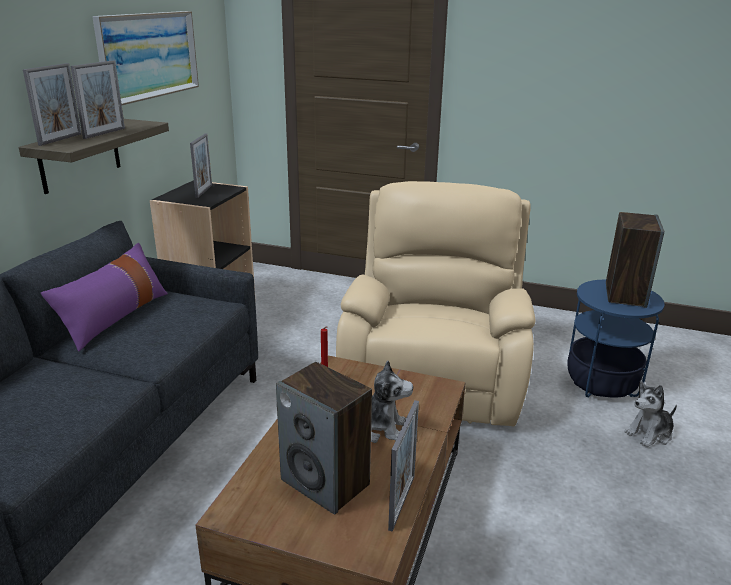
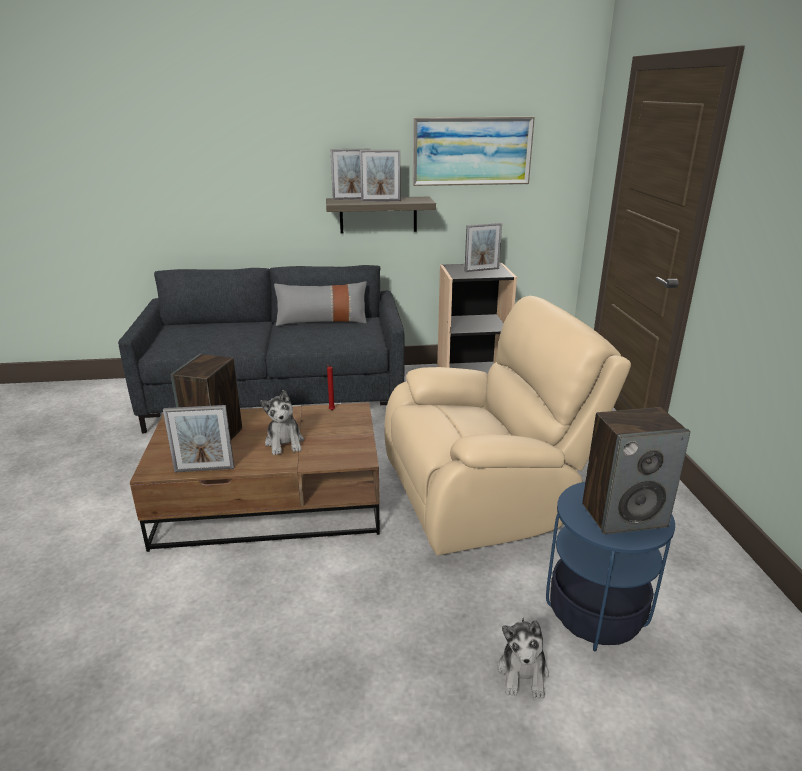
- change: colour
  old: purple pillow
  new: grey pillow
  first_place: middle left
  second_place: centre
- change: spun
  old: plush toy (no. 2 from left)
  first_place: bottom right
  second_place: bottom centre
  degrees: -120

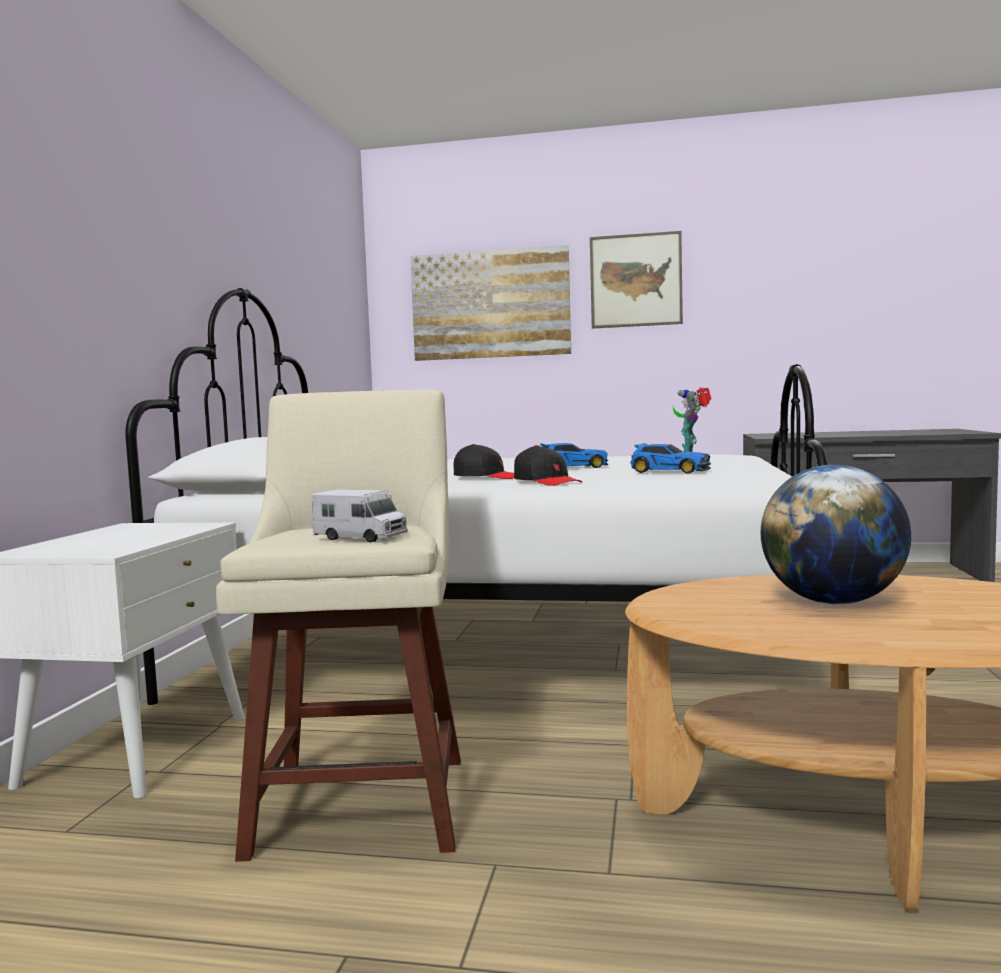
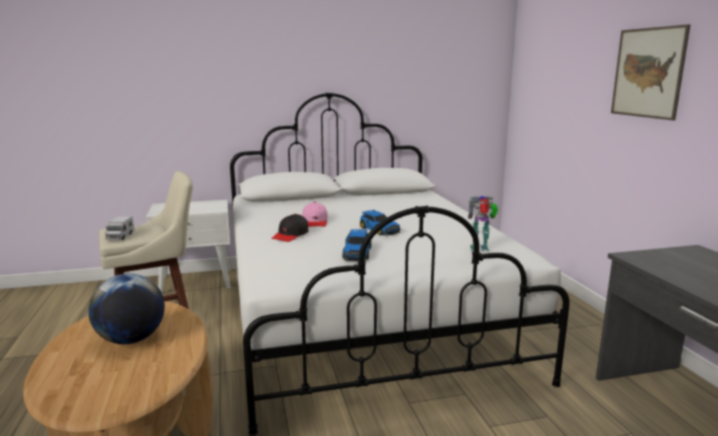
- change: missing
  old: picture (no. 1 from left)
  first_place: top centre
- change: colour
  old: black cap (no. 1 from left)
  new: pink cap
  first_place: centre
  second_place: centre

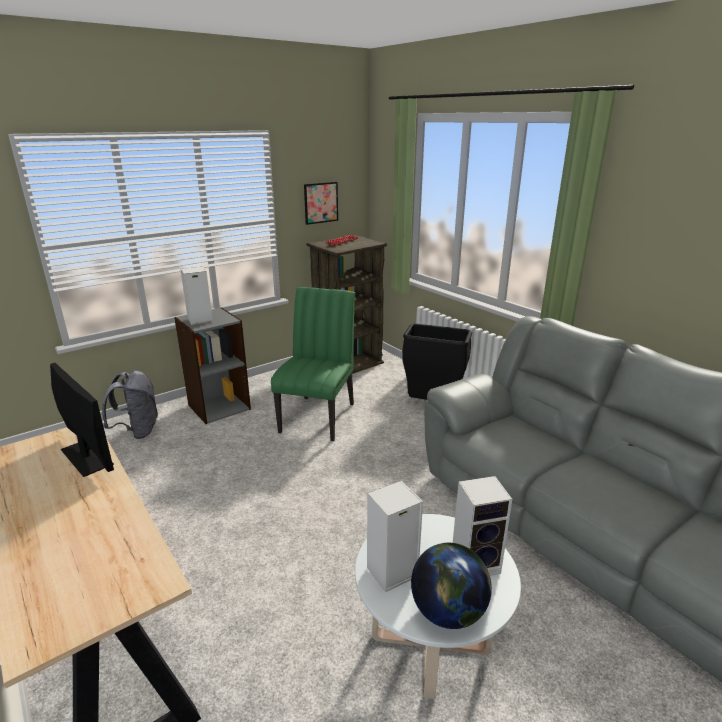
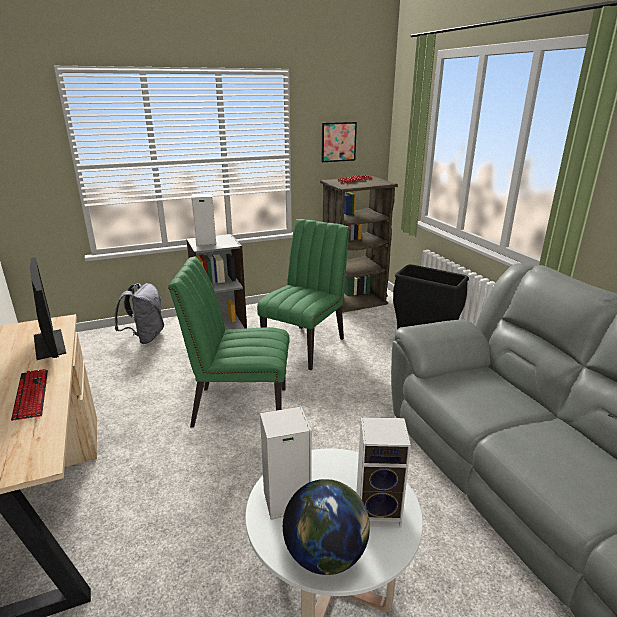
- change: appeared
  new: keyboard (no. 1 from left)
  second_place: middle left
- change: appeared
  new: green chair (no. 1 from left)
  second_place: centre

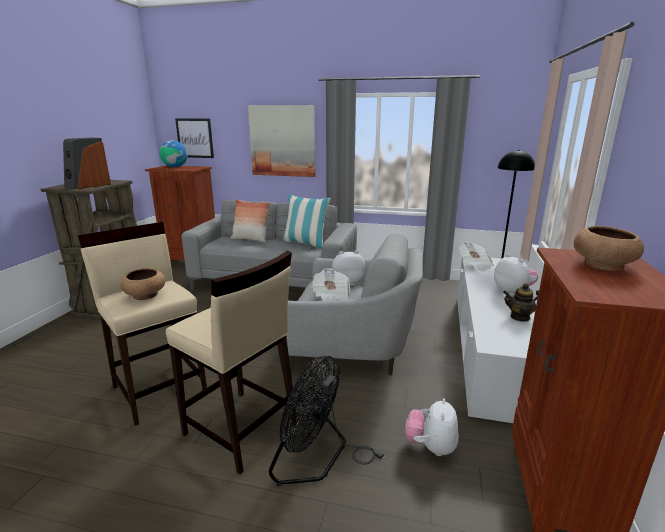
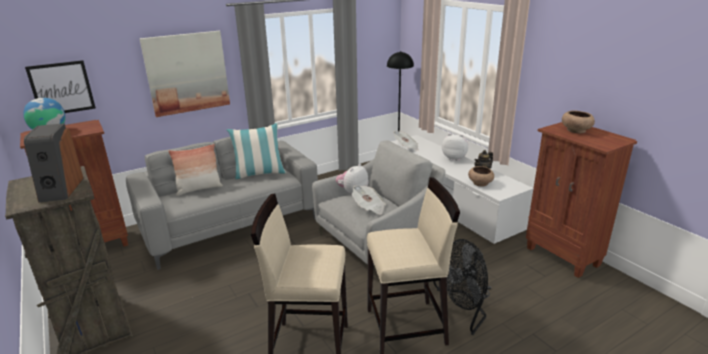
- change: missing
  old: plush toy (no. 2 from left)
  first_place: bottom centre
- change: relocated
  old: brown bowl (no. 1 from left)
  first_place: middle left
  second_place: middle right

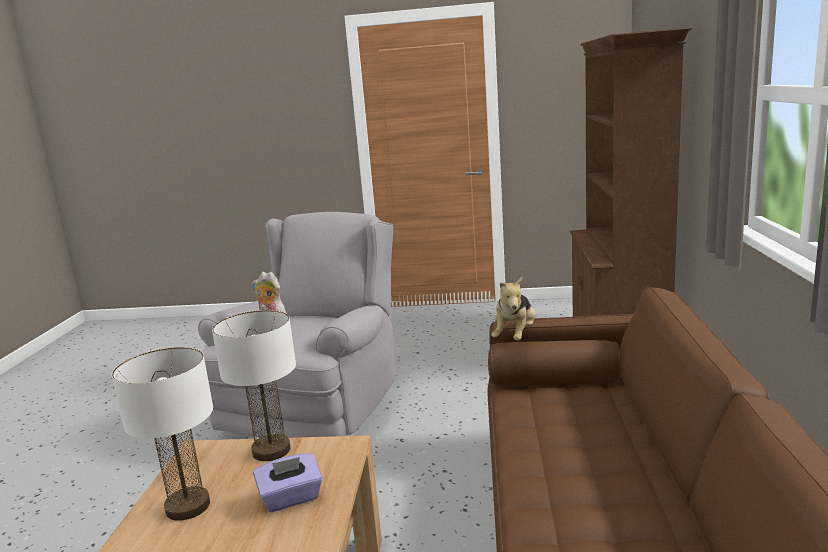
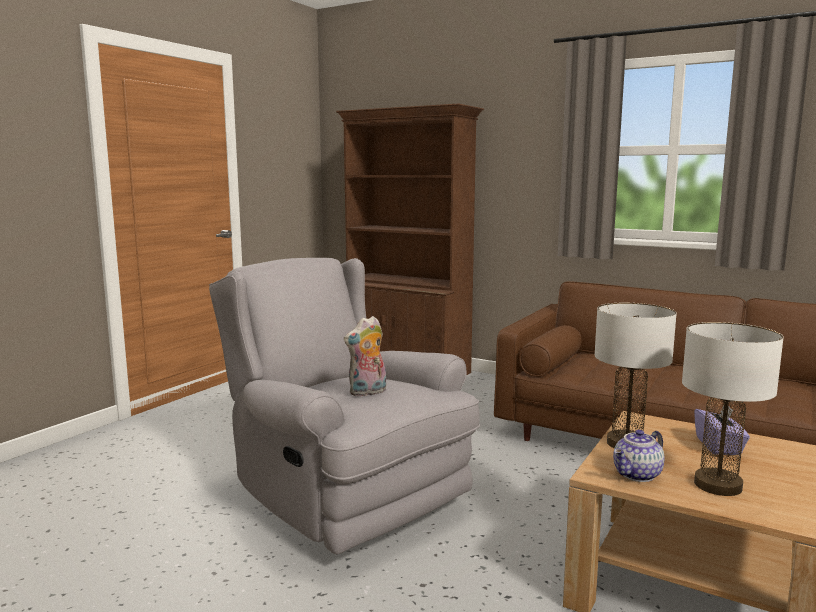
- change: missing
  old: plush toy (no. 2 from left)
  first_place: centre
- change: appeared
  new: teapot
  second_place: bottom right

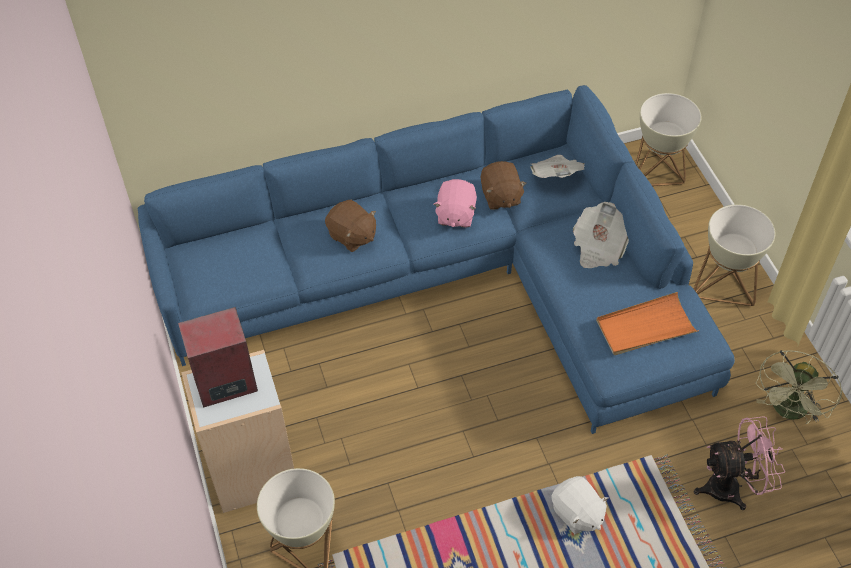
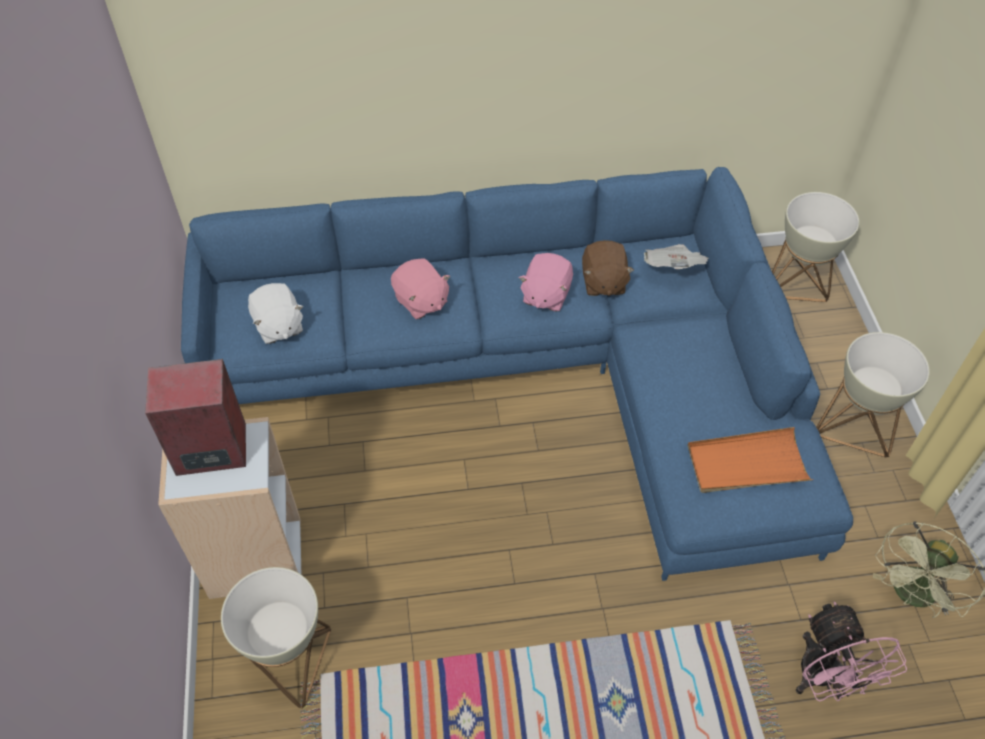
- change: missing
  old: newspaper (no. 2 from left)
  first_place: middle right
- change: relocated
  old: white plush toy
  first_place: bottom right
  second_place: middle left
- change: colour
  old: brown plush toy (no. 1 from left)
  new: pink plush toy (no. 1 from left)
  first_place: centre
  second_place: centre
- change: spun
  old: pink fan
  first_place: bottom right
  second_place: bottom right
  degrees: 75

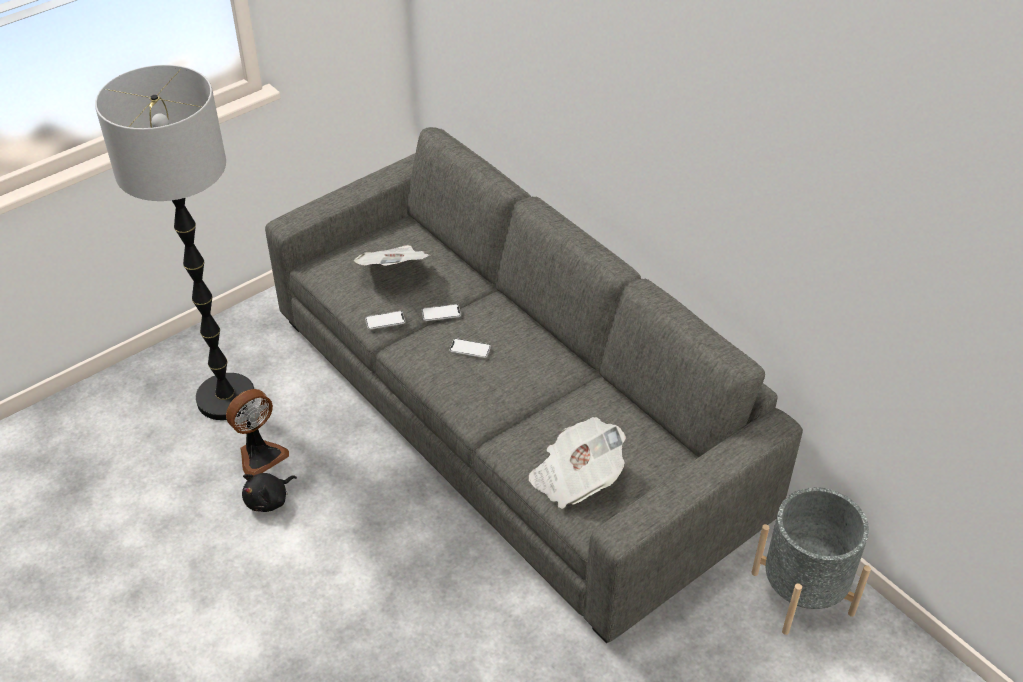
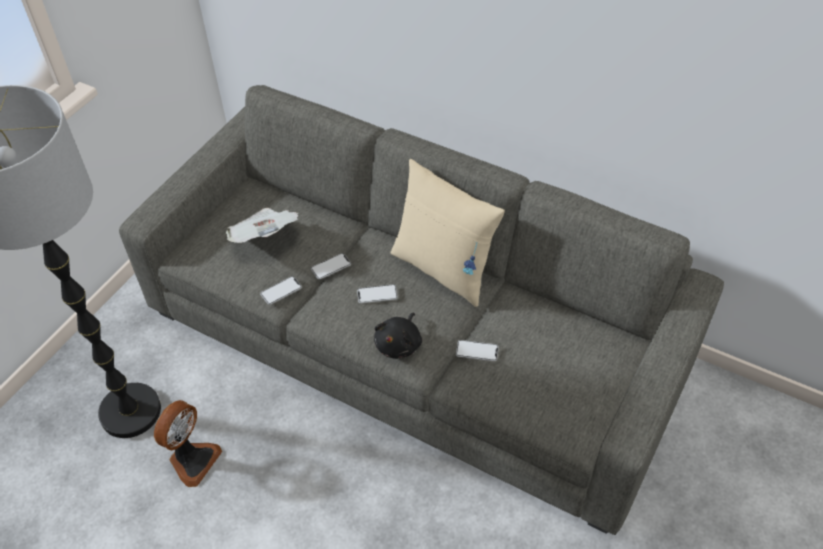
- change: missing
  old: newspaper (no. 2 from left)
  first_place: bottom centre
- change: missing
  old: grey planter
  first_place: bottom right
- change: appeared
  new: beige pillow
  second_place: centre
- change: appeared
  new: phone (no. 4 from left)
  second_place: centre
- change: relocated
  old: black plush toy
  first_place: bottom left
  second_place: centre

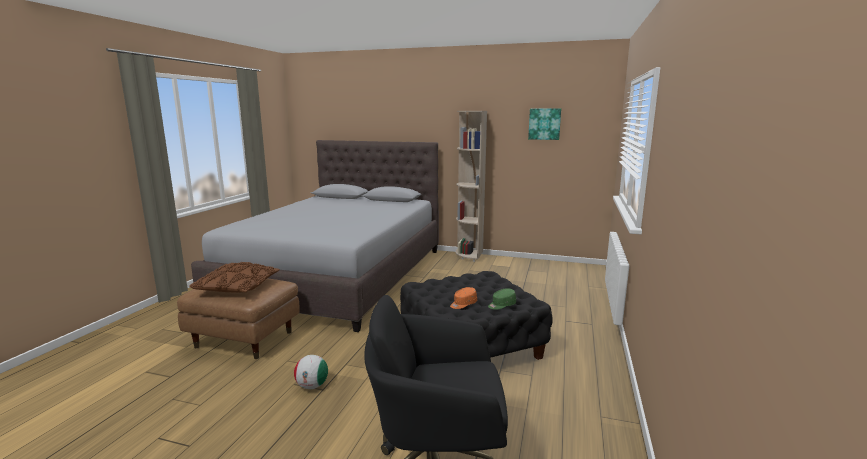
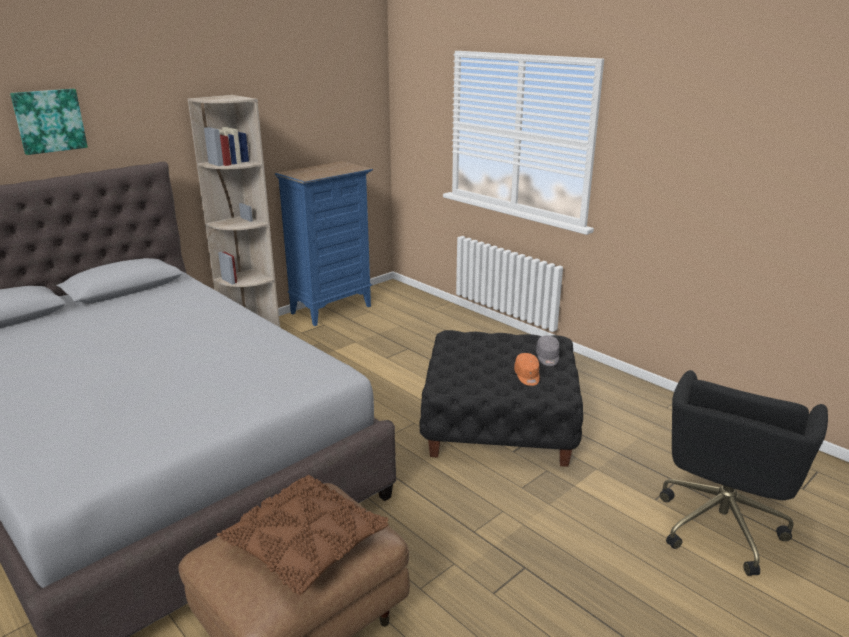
- change: missing
  old: football
  first_place: bottom centre
- change: appeared
  new: blue dresser
  second_place: centre
- change: relocated
  old: picture
  first_place: top centre
  second_place: top left
- change: colour
  old: green cap
  new: grey cap
  first_place: centre
  second_place: centre

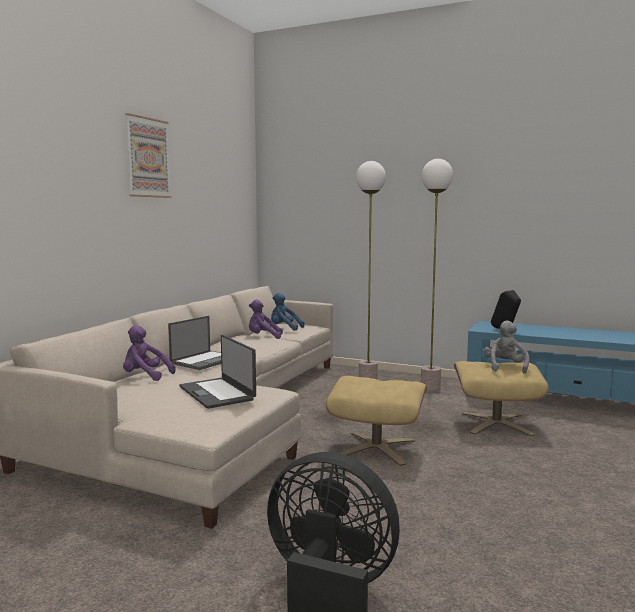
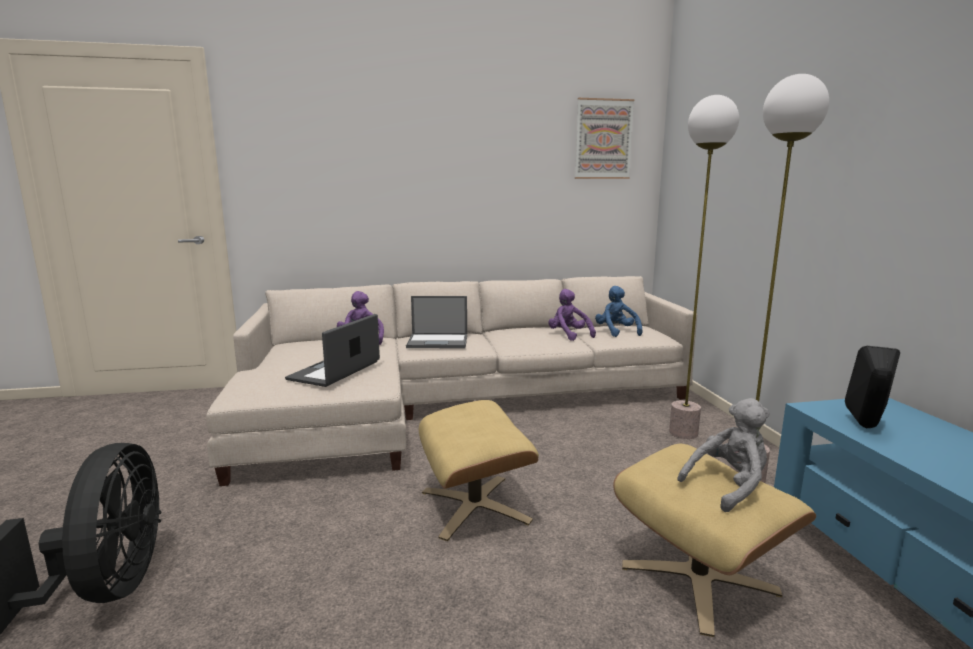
- change: relocated
  old: picture
  first_place: top left
  second_place: top centre

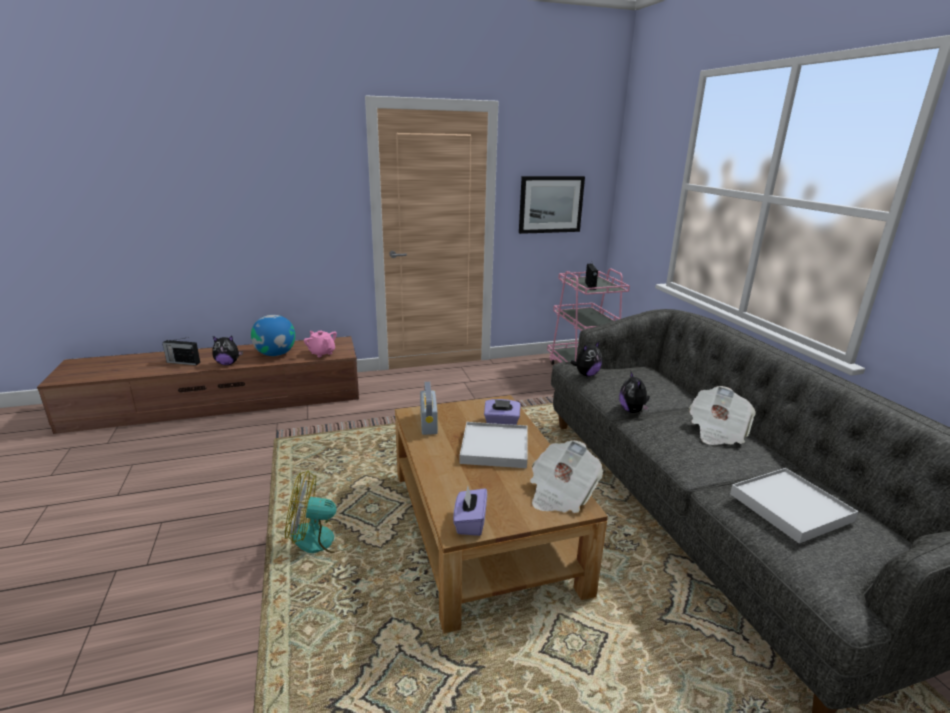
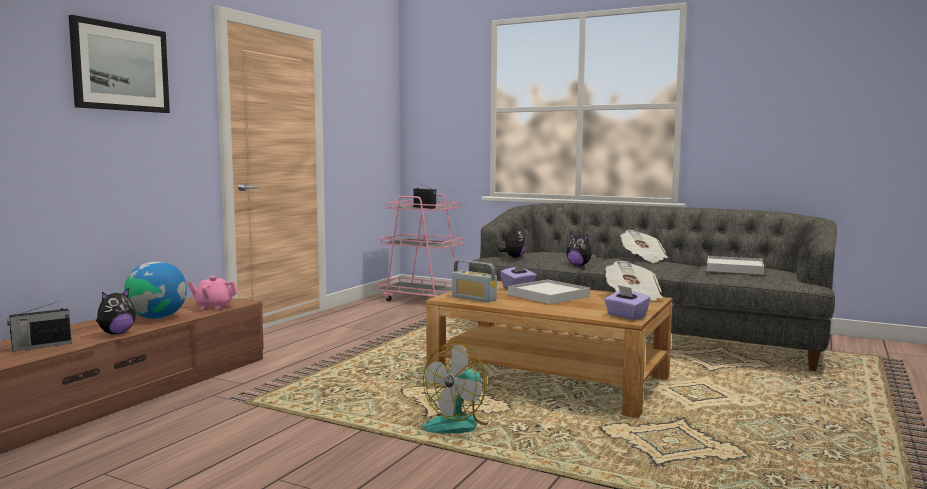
- change: relocated
  old: picture
  first_place: top centre
  second_place: top left

